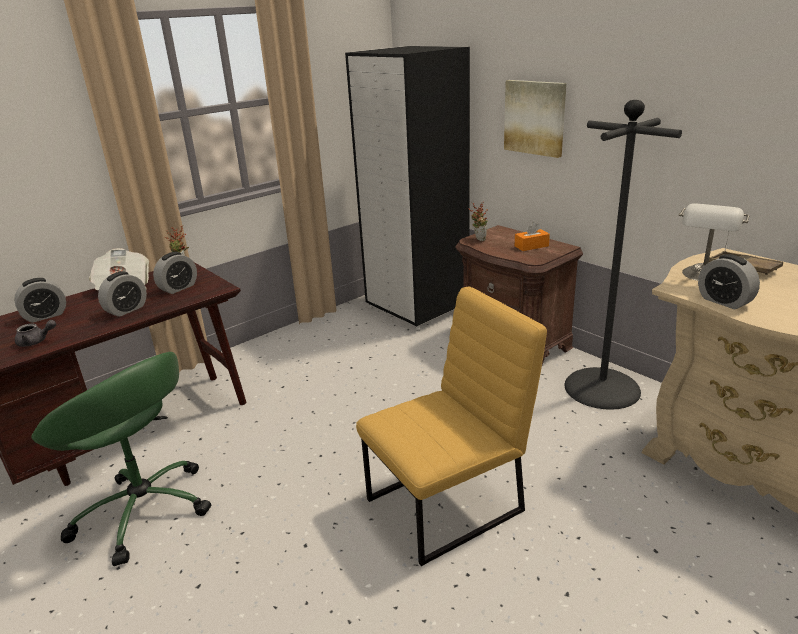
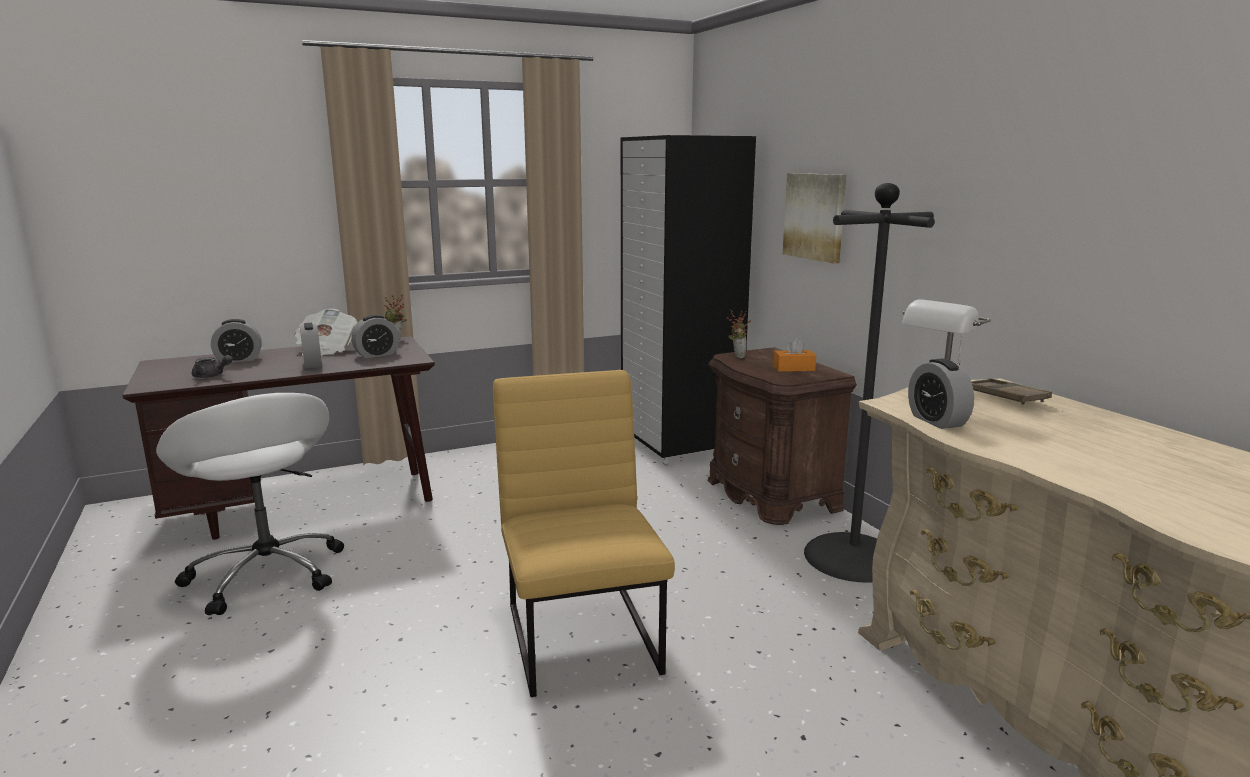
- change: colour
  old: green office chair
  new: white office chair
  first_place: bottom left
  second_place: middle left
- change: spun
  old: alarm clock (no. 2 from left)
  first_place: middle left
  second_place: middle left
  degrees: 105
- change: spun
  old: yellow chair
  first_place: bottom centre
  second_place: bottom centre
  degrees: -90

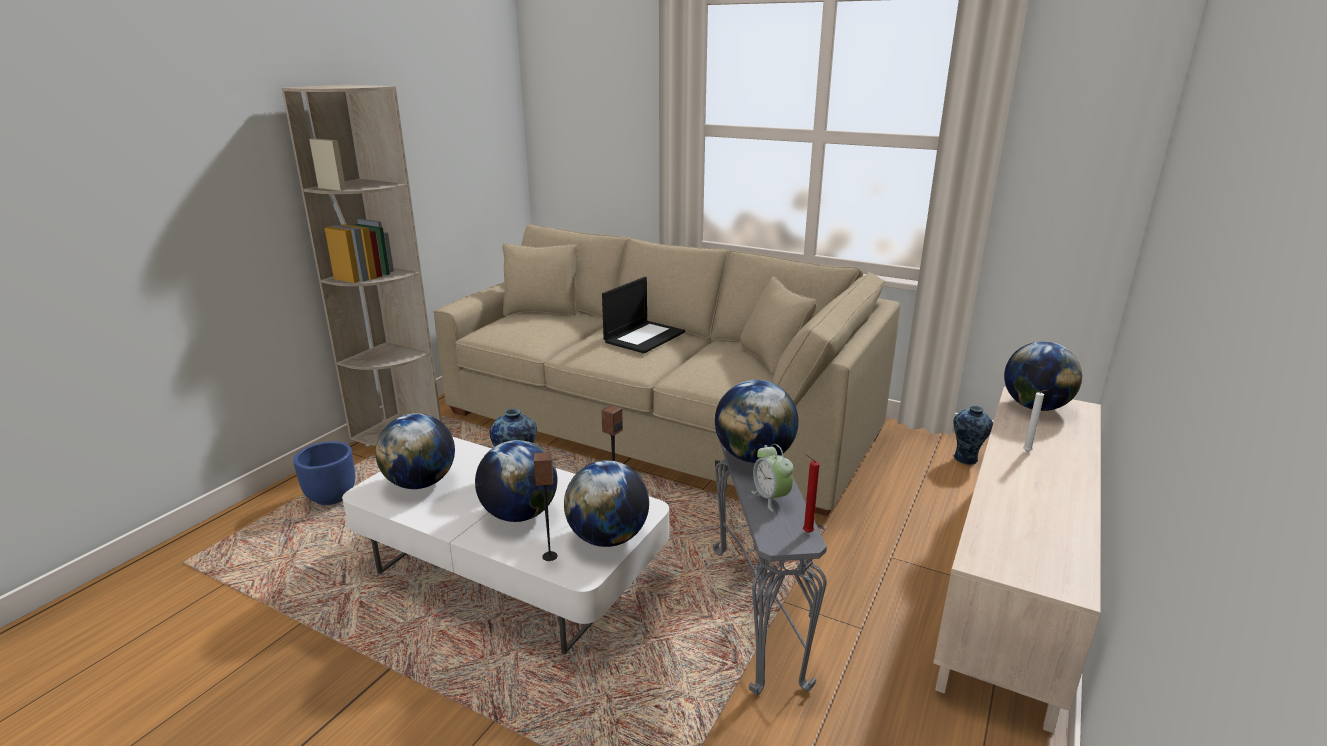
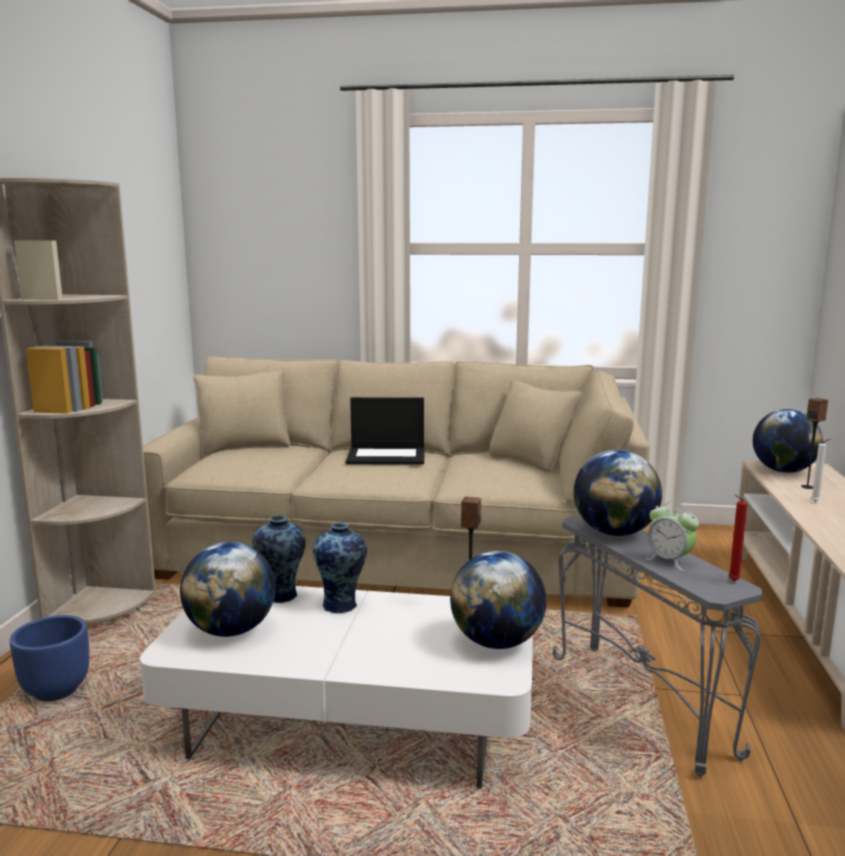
- change: missing
  old: globe (no. 2 from left)
  first_place: centre
- change: relocated
  old: speaker (no. 1 from left in the first image)
  new: speaker (no. 2 from left)
  first_place: bottom centre
  second_place: middle right
- change: relocated
  old: vase (no. 2 from left in the first image)
  new: vase (no. 1 from left)
  first_place: middle right
  second_place: middle left
- change: spun
  old: laptop
  first_place: centre
  second_place: centre
  degrees: 75

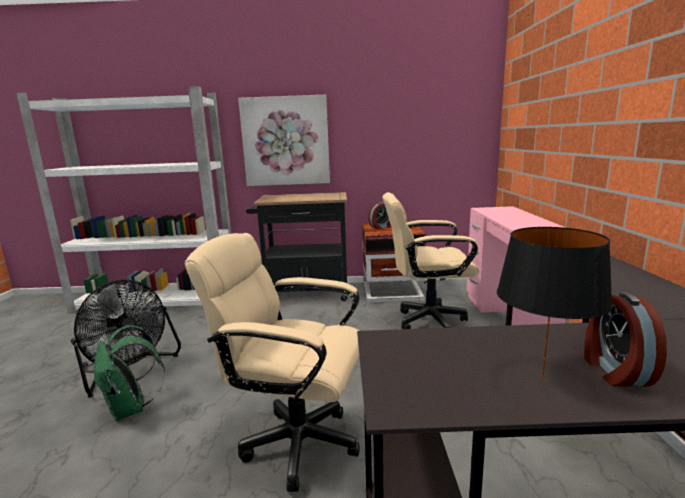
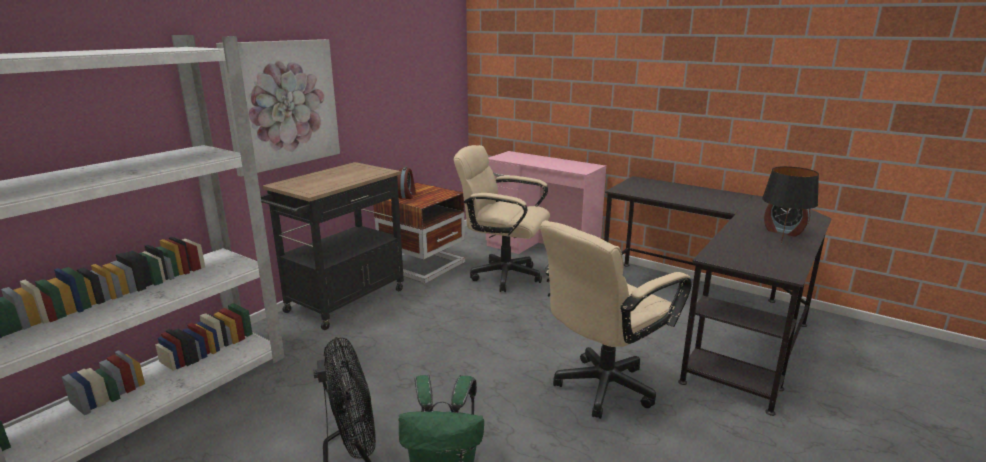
- change: spun
  old: beige office chair (no. 2 from left in the first image)
  first_place: centre
  second_place: centre
  degrees: 75

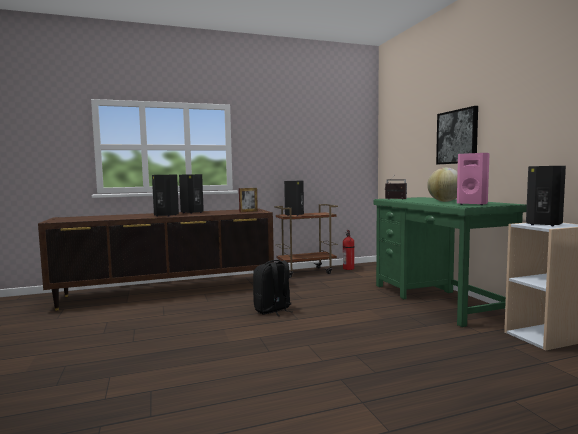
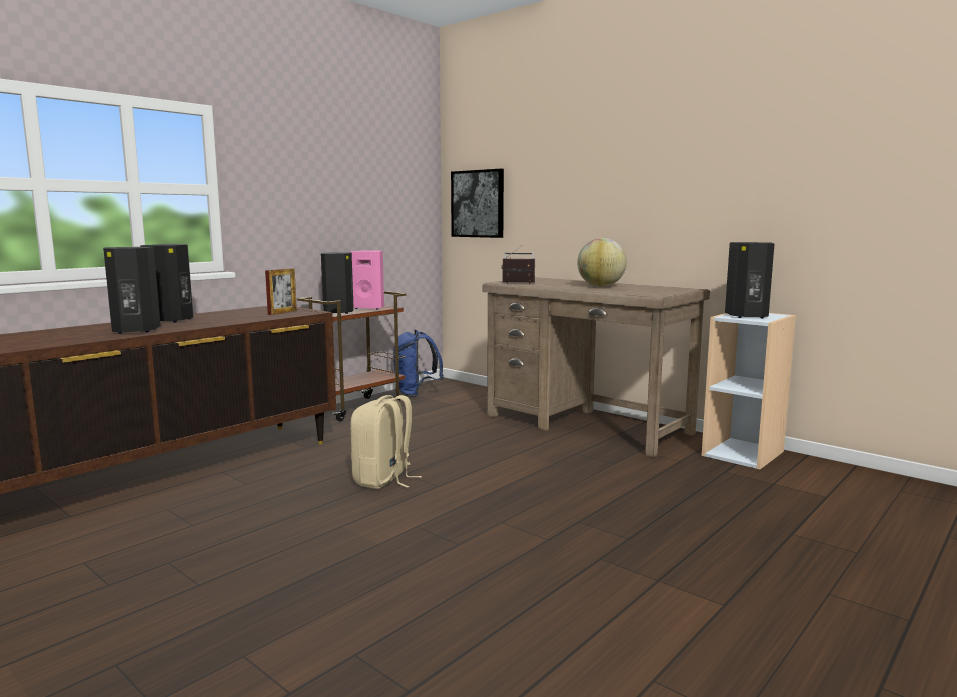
- change: relocated
  old: picture
  first_place: top right
  second_place: top centre
- change: relocated
  old: pink speaker
  first_place: middle right
  second_place: centre
- change: exchanged
  old: fire extinguisher
  new: blue backpack
  first_place: centre
  second_place: centre
- change: colour
  old: black backpack
  new: beige backpack
  first_place: centre
  second_place: centre
- change: colour
  old: green desk
  new: brown desk
  first_place: middle right
  second_place: centre

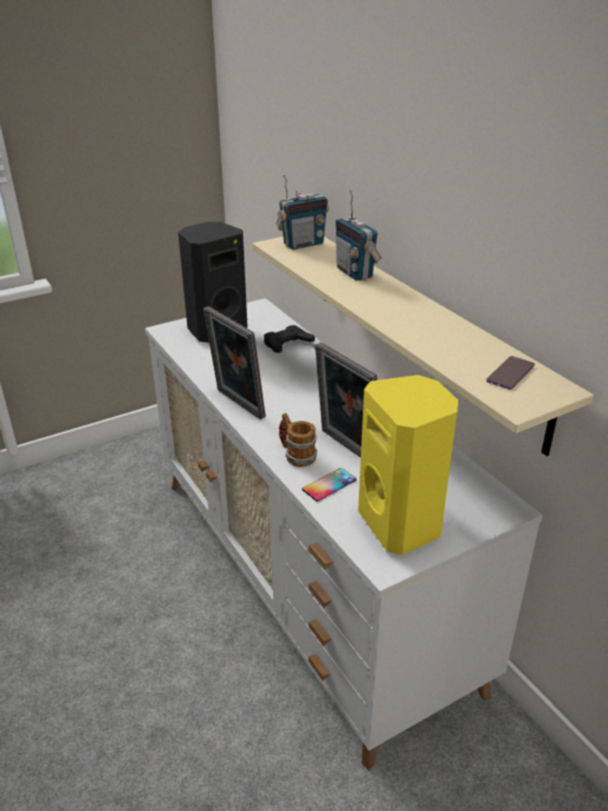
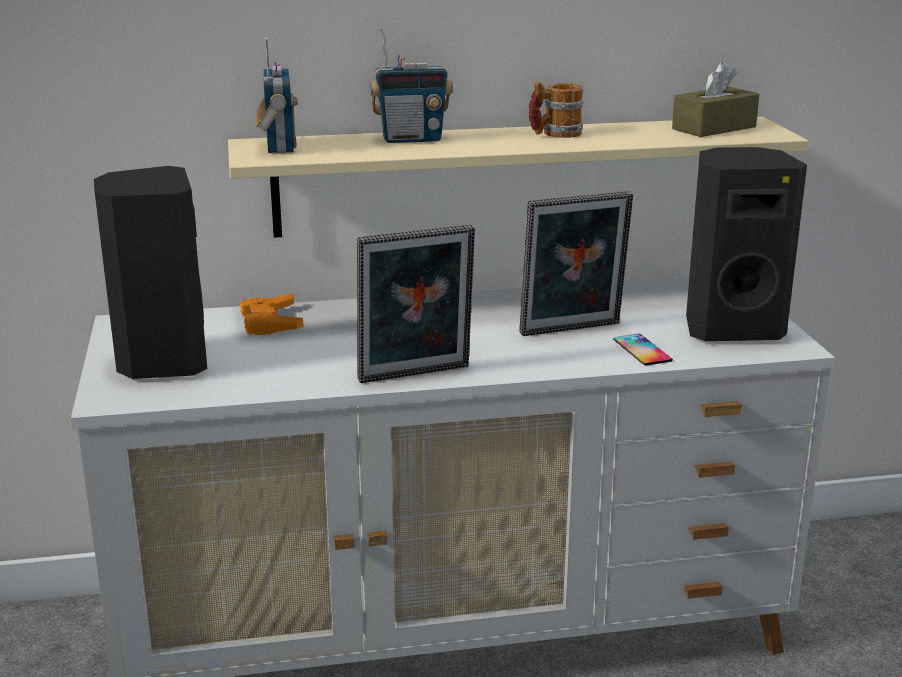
- change: relocated
  old: mug
  first_place: centre
  second_place: top centre
- change: exchanged
  old: phone (no. 2 from left)
  new: brown tissue box
  first_place: middle right
  second_place: top right
- change: colour
  old: black game controller
  new: orange game controller
  first_place: centre
  second_place: middle left
- change: colour
  old: yellow speaker
  new: black speaker (no. 2 from left)
  first_place: middle right
  second_place: middle right

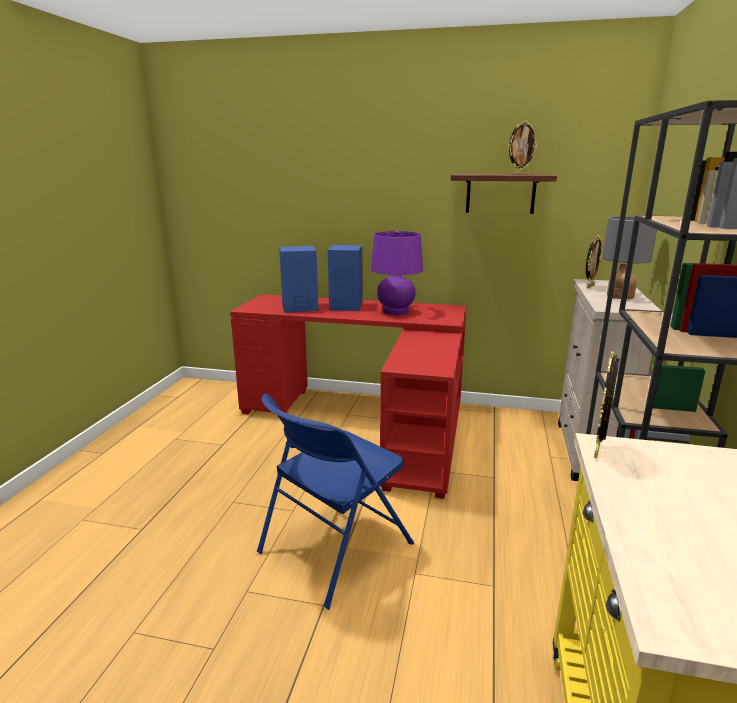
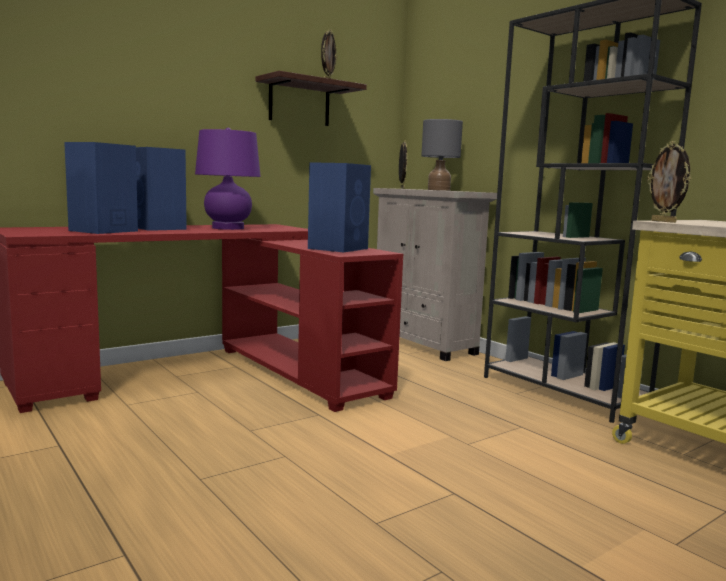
- change: missing
  old: blue chair
  first_place: bottom centre
- change: appeared
  new: blue speaker (no. 3 from left)
  second_place: centre

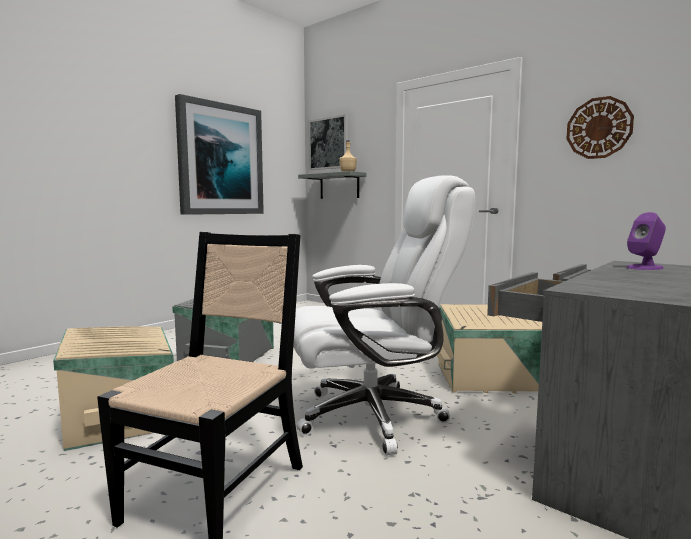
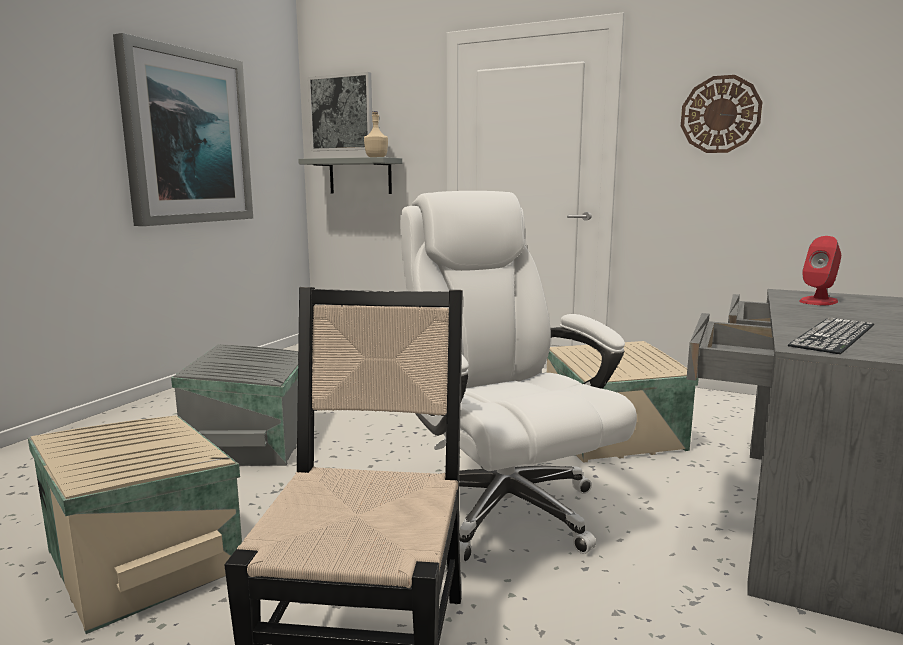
- change: appeared
  new: keyboard
  second_place: middle right
- change: colour
  old: purple speaker
  new: red speaker
  first_place: middle right
  second_place: middle right
- change: spun
  old: white office chair
  first_place: centre
  second_place: centre
  degrees: -90

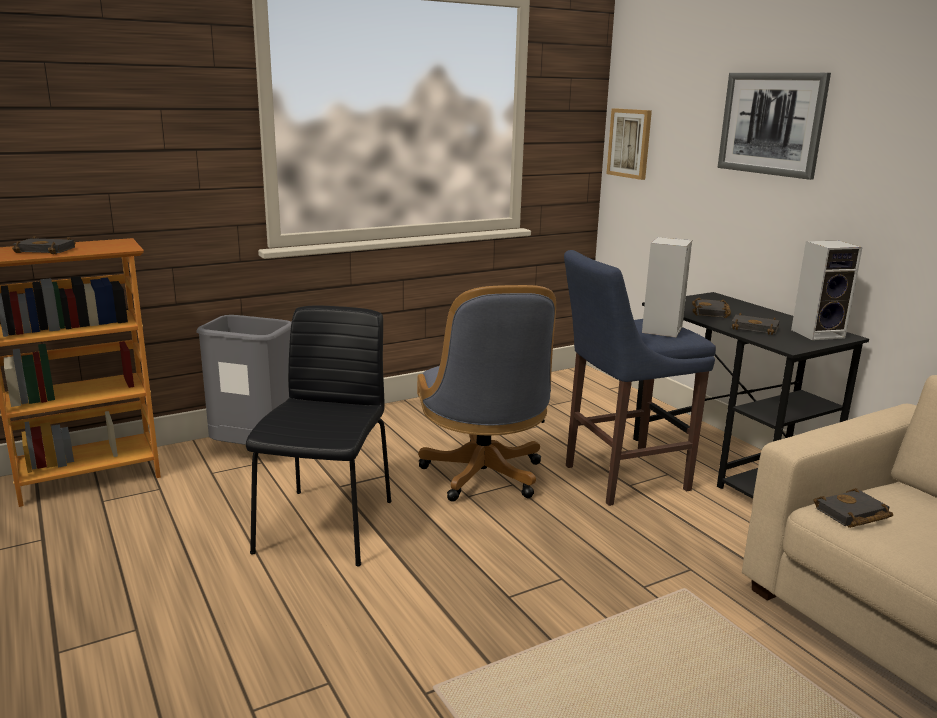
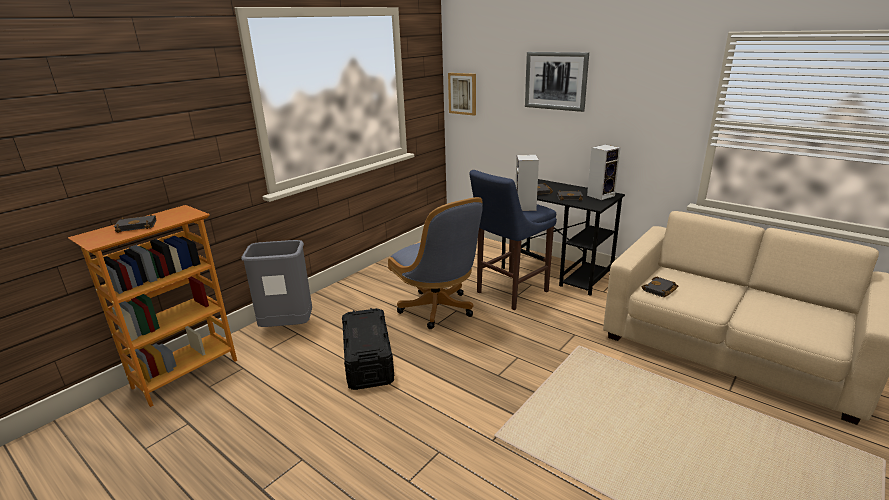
- change: exchanged
  old: black chair
  new: black storage box
  first_place: centre
  second_place: bottom centre

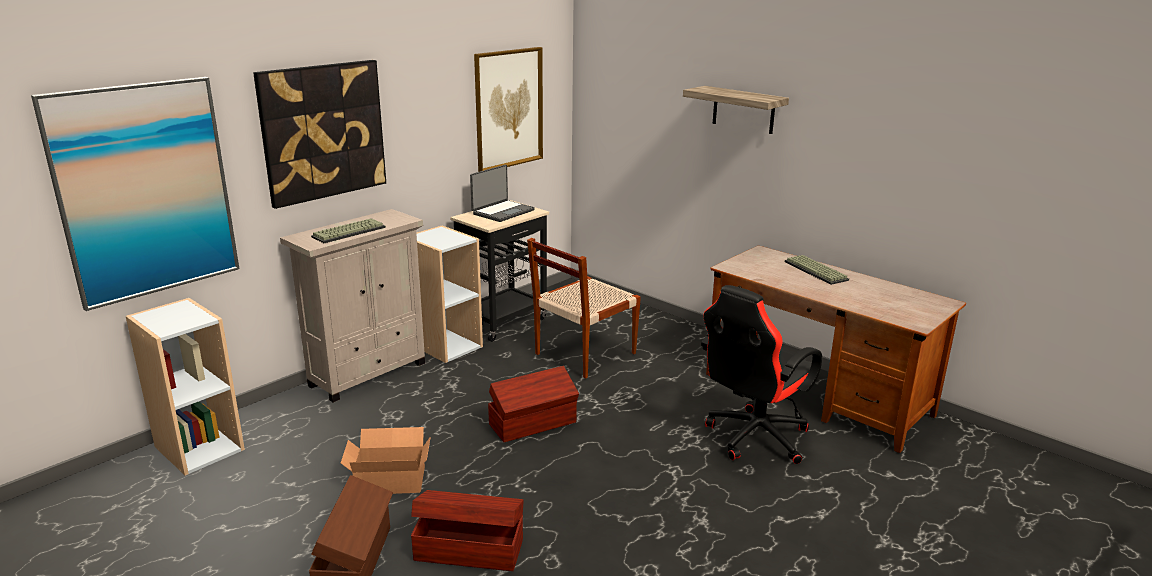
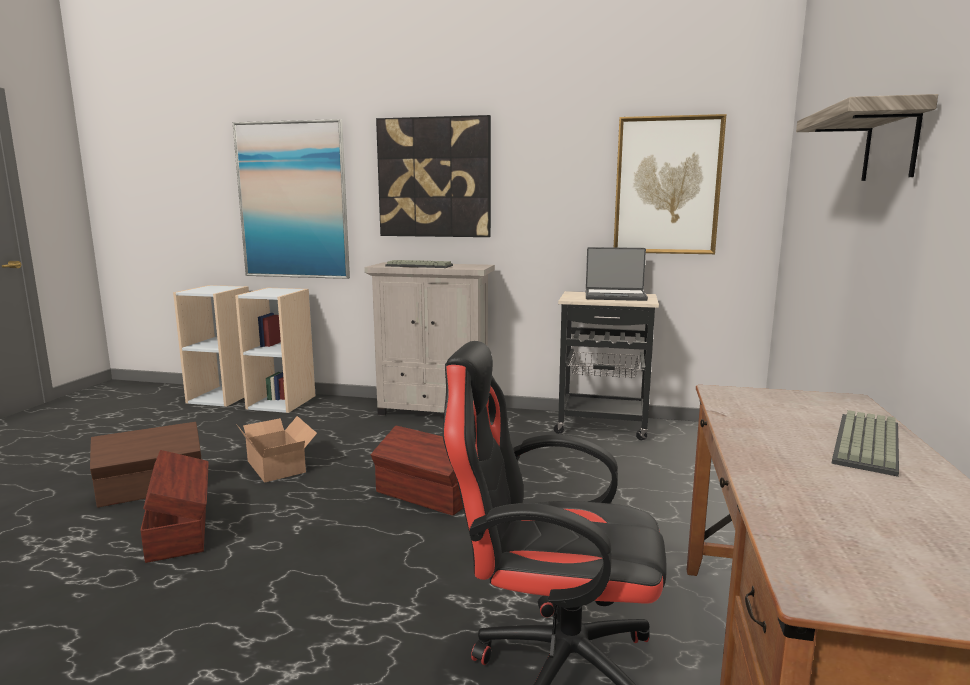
- change: missing
  old: chair
  first_place: centre
- change: relocated
  old: bookcase (no. 2 from left in the first image)
  new: bookcase (no. 1 from left)
  first_place: centre
  second_place: middle left

